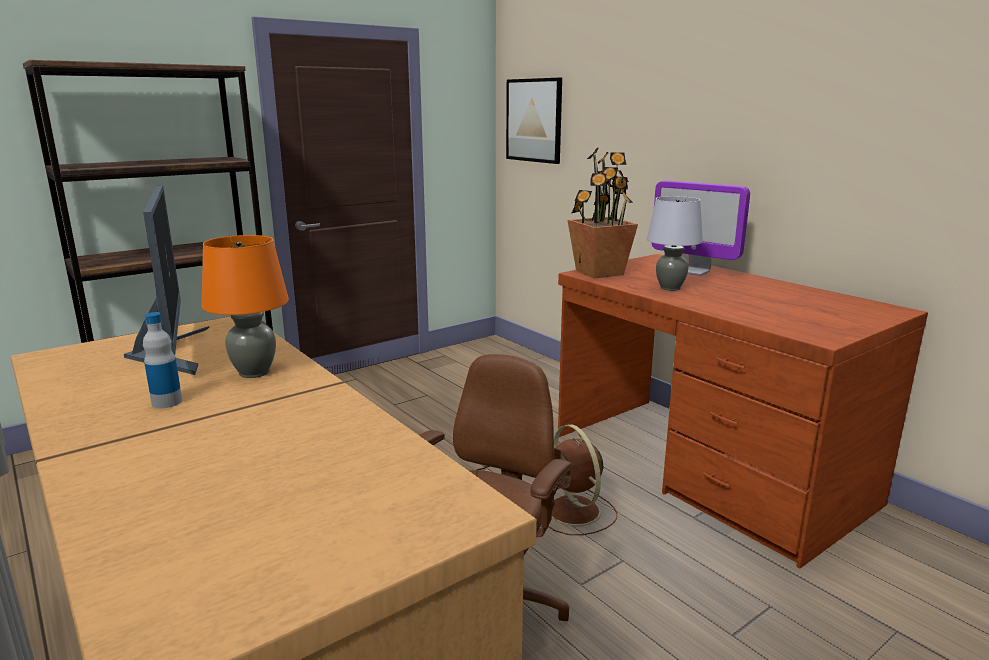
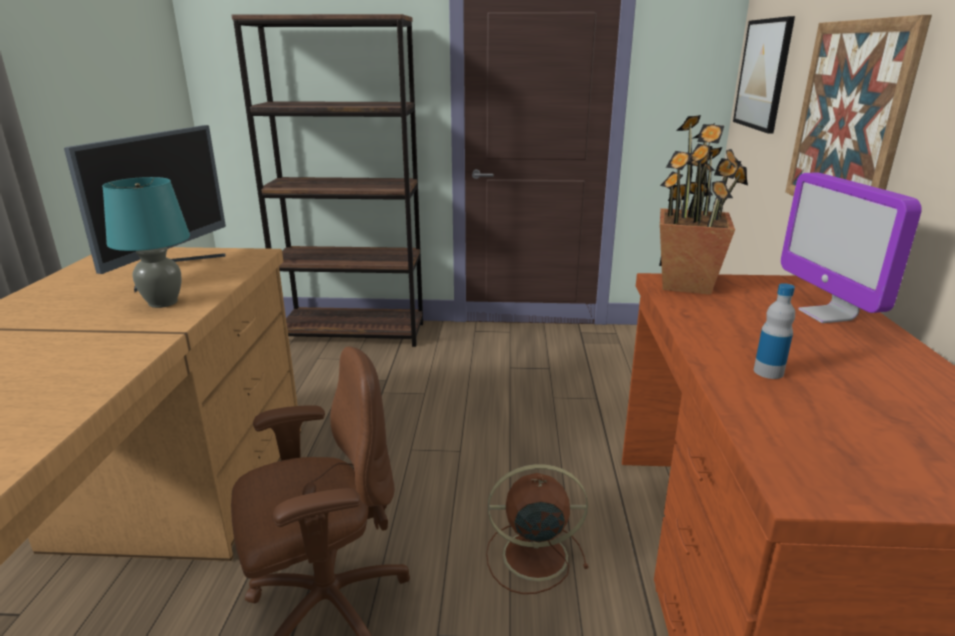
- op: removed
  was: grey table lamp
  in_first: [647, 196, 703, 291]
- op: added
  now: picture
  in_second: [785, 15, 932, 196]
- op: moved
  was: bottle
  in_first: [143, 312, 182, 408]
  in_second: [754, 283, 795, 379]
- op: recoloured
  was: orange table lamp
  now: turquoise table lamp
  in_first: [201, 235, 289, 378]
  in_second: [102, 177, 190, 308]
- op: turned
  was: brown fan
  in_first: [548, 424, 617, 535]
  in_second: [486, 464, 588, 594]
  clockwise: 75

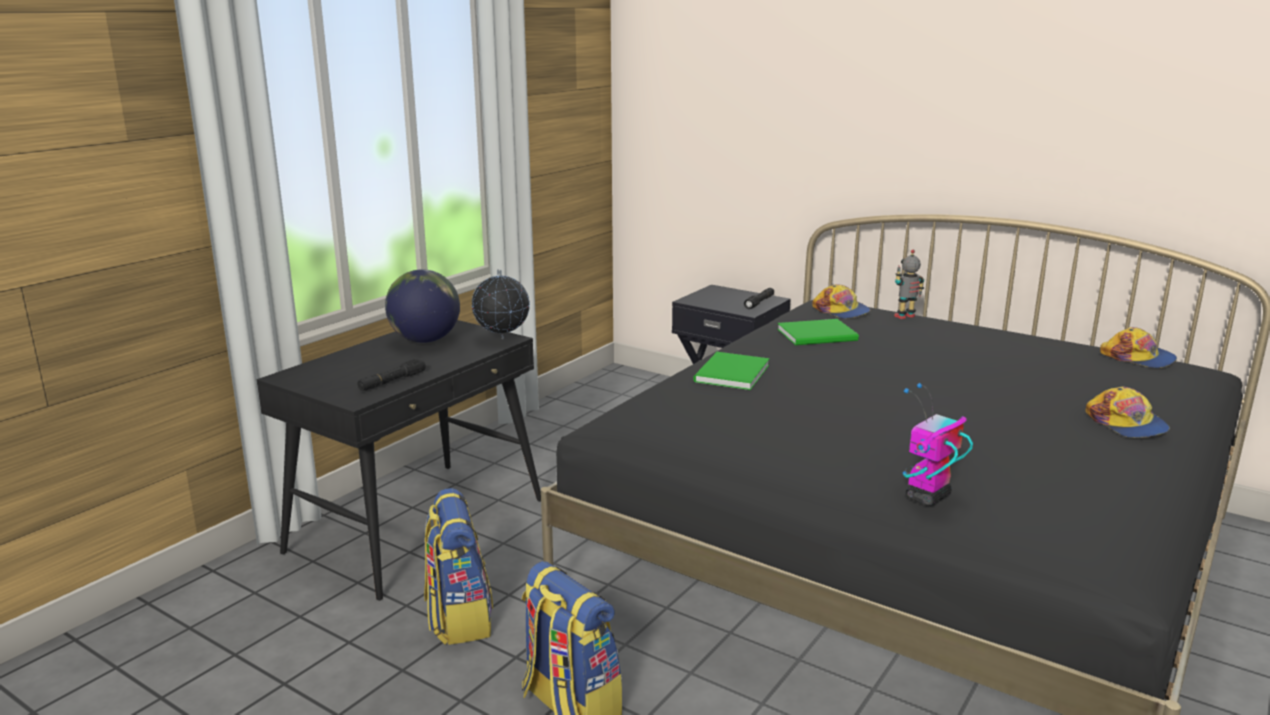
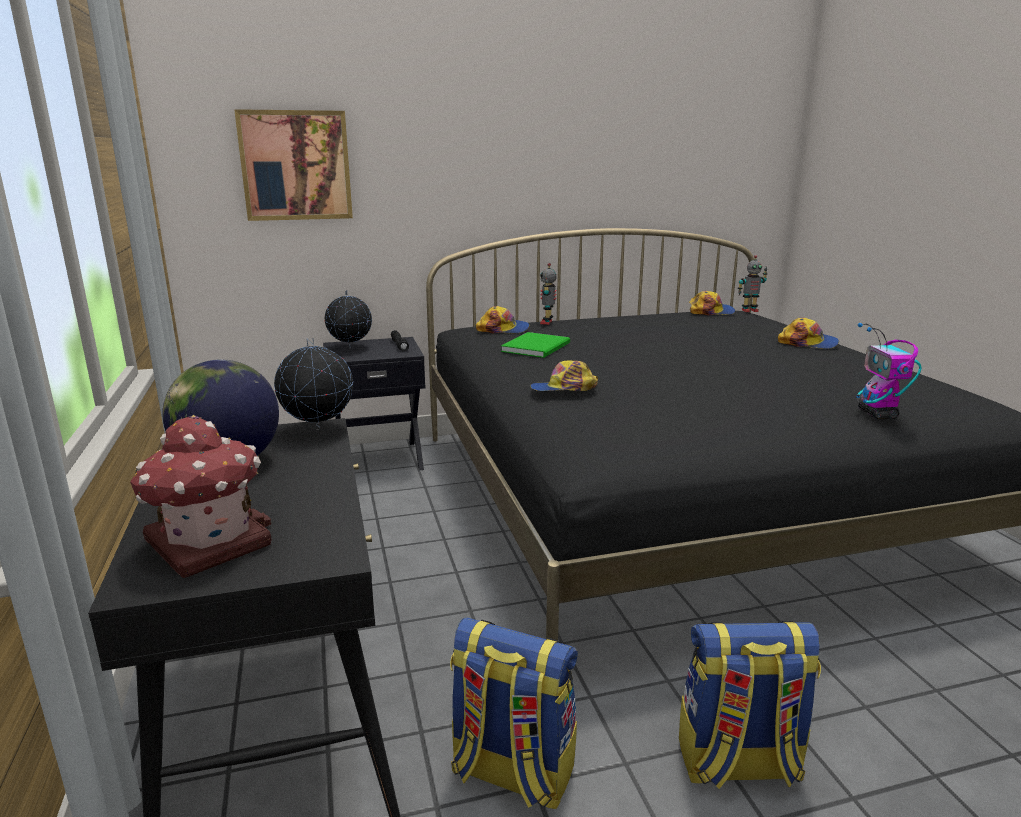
- op: removed
  was: black flashlight
  in_first: [357, 358, 426, 391]
- op: added
  now: toy house
  in_second: [130, 415, 271, 578]
- op: added
  now: picture
  in_second: [234, 109, 353, 221]
- op: added
  now: globe
  in_second: [325, 290, 372, 349]
- op: added
  now: toy robot
  in_second: [738, 255, 767, 312]
- op: replaced
  was: green book
  now: cap
  in_first: [693, 352, 770, 390]
  in_second: [530, 360, 598, 391]

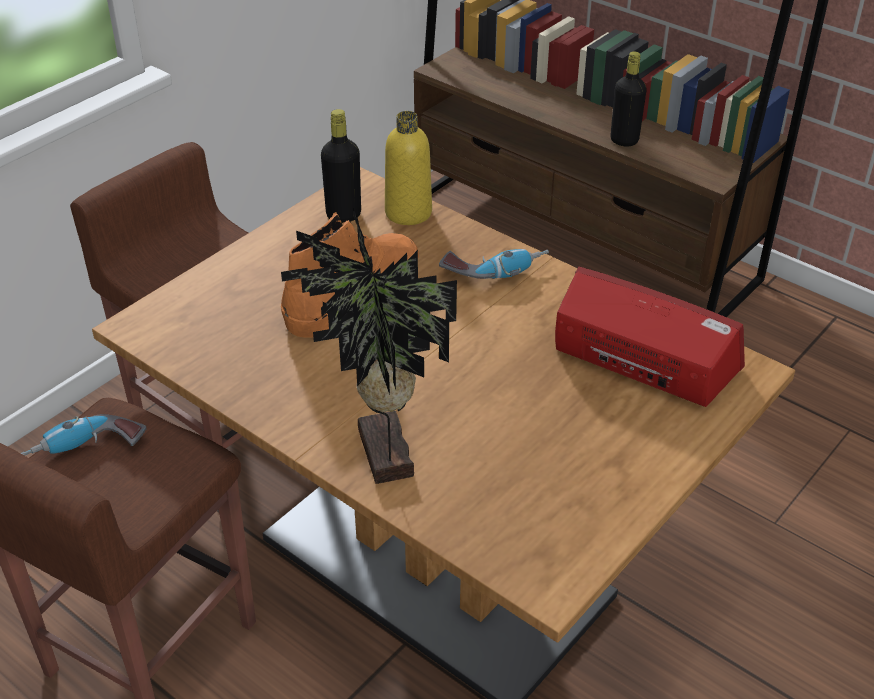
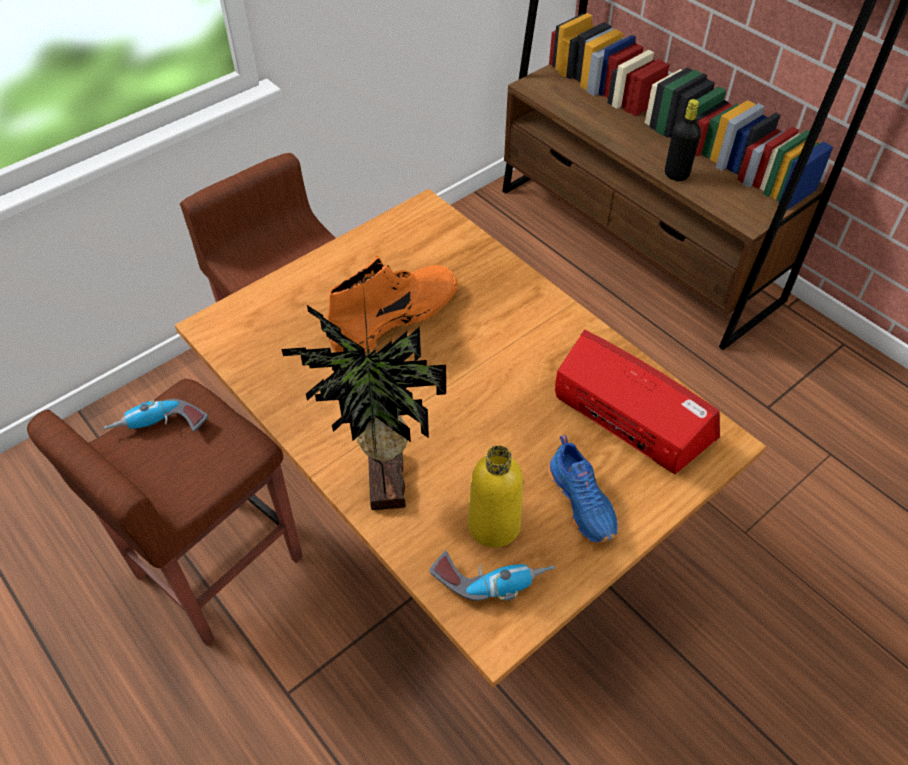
- op: removed
  was: black bottle
  in_first: [321, 109, 361, 223]
- op: added
  now: blue shoe
  in_second: [548, 435, 618, 543]
- op: moved
  was: yellow bottle
  in_first: [385, 111, 432, 225]
  in_second: [468, 445, 523, 548]
- op: moved
  was: power drill
  in_first: [439, 249, 549, 279]
  in_second: [429, 551, 555, 601]

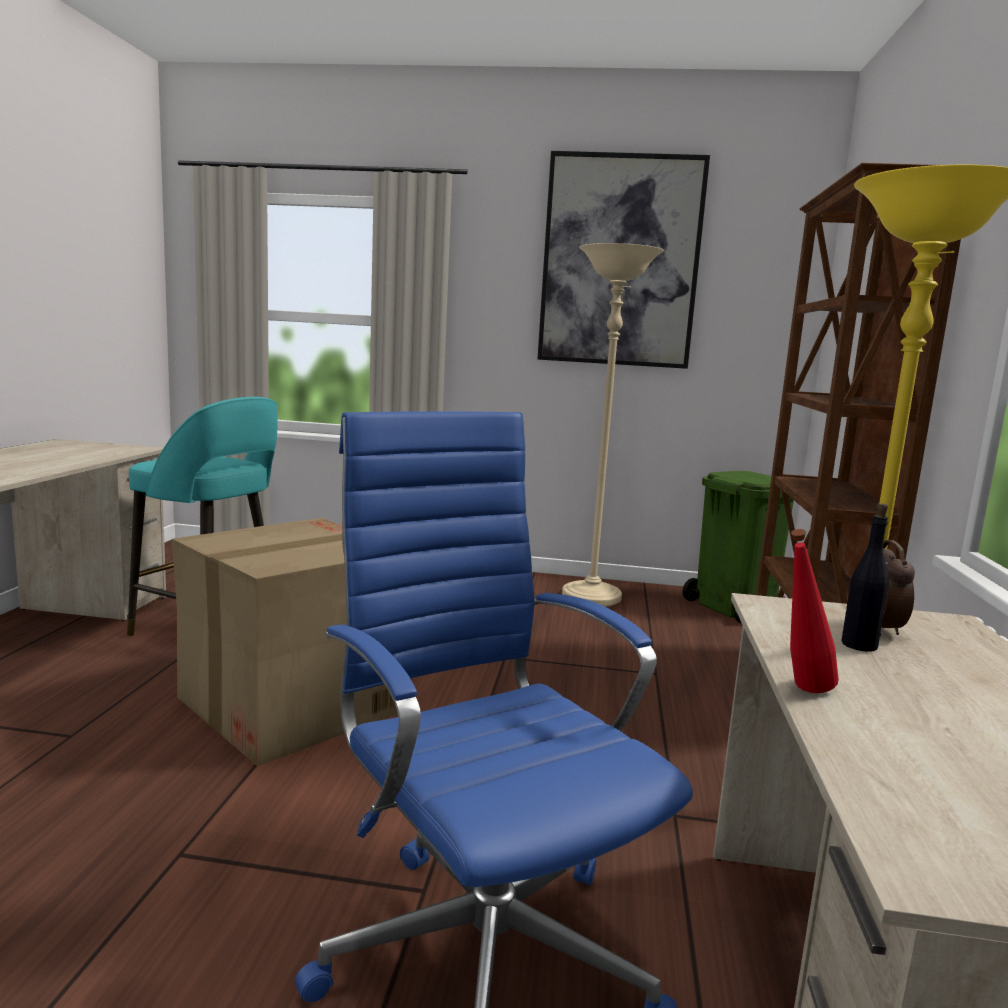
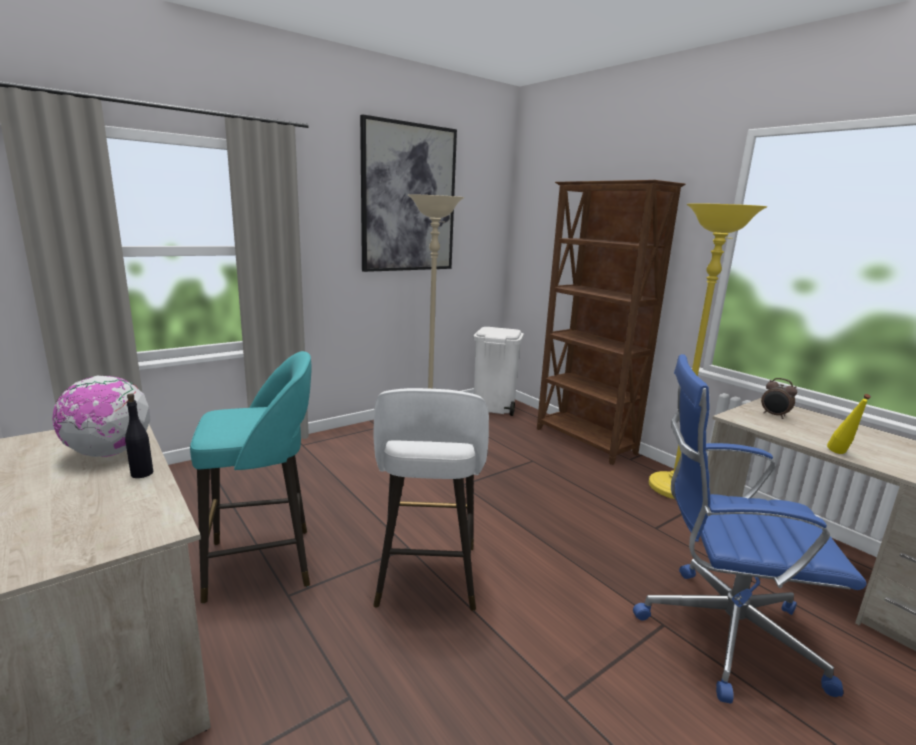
- op: added
  now: globe
  in_second: [53, 376, 150, 457]
- op: moved
  was: black bottle
  in_first: [841, 503, 889, 652]
  in_second: [125, 394, 153, 478]
- op: replaced
  was: cardboard box
  now: white stool
  in_first: [172, 518, 398, 766]
  in_second: [373, 388, 489, 611]
- op: recoloured
  was: green trash can
  now: white trash can
  in_first: [682, 471, 794, 624]
  in_second: [473, 327, 524, 416]
- op: recoloured
  was: red bottle
  now: yellow bottle
  in_first: [790, 529, 839, 693]
  in_second: [827, 394, 871, 454]

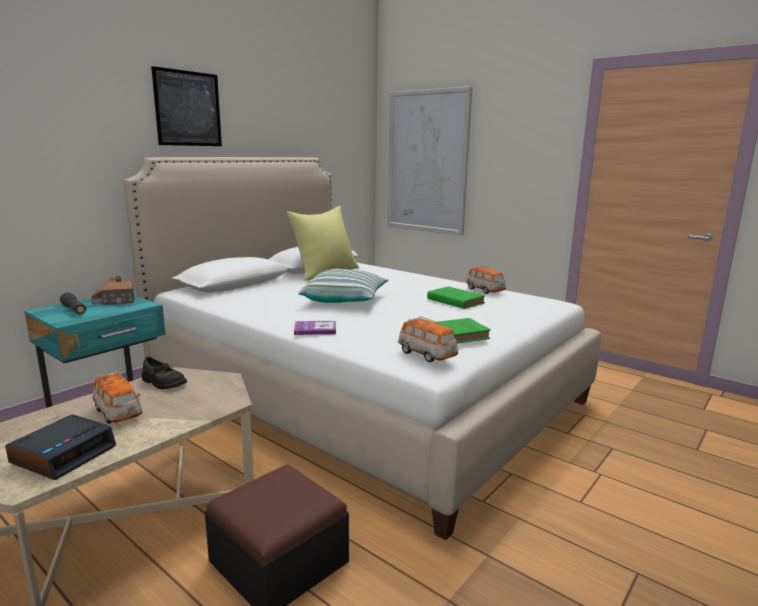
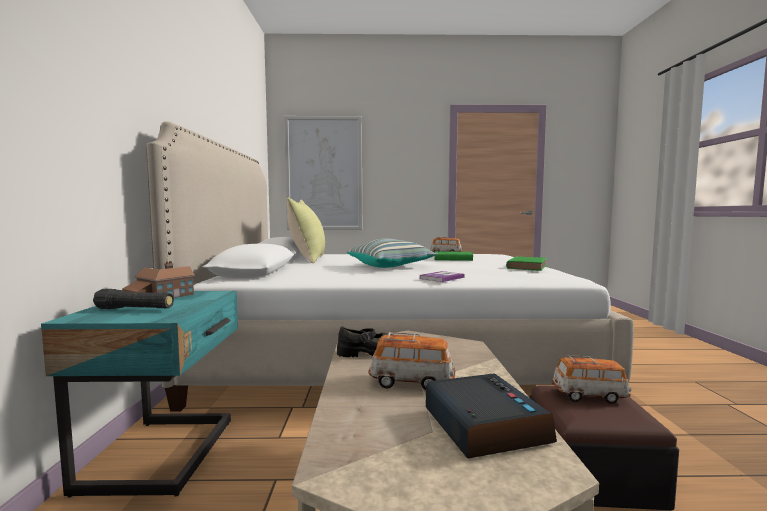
- op: removed
  was: picture
  in_first: [151, 66, 222, 146]
- op: moved
  was: toy car
  in_first: [398, 316, 458, 362]
  in_second: [552, 355, 632, 404]

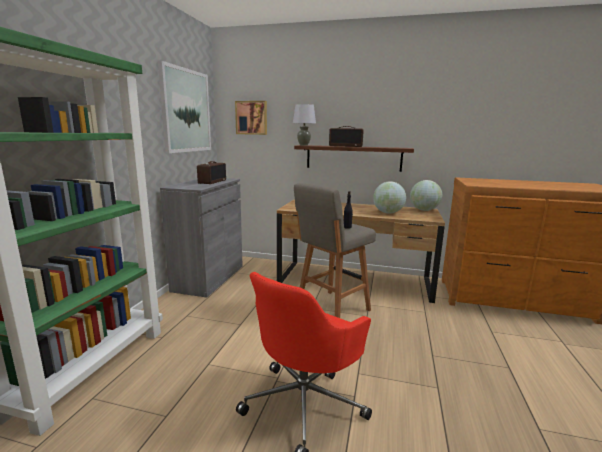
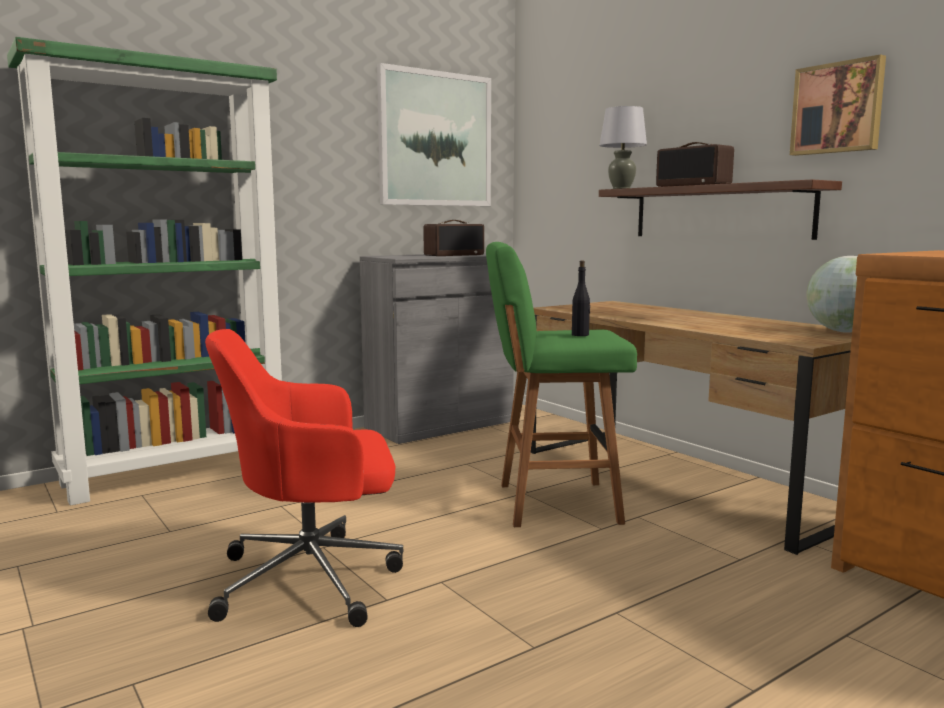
- op: removed
  was: globe
  in_first: [373, 181, 406, 214]
- op: moved
  was: picture
  in_first: [235, 101, 267, 135]
  in_second: [790, 54, 886, 156]
- op: recoloured
  was: grey stool
  now: green stool
  in_first: [294, 183, 376, 318]
  in_second: [486, 242, 637, 527]

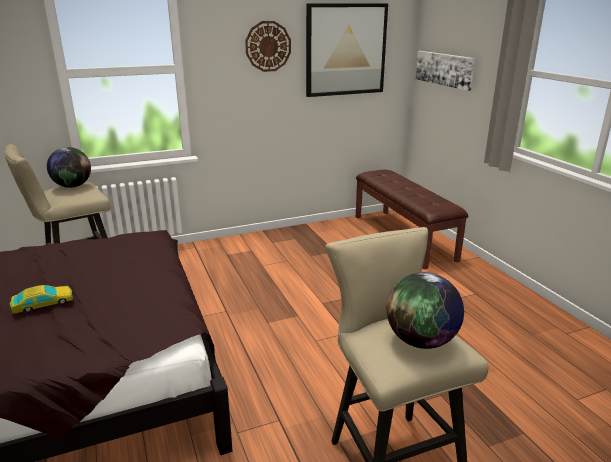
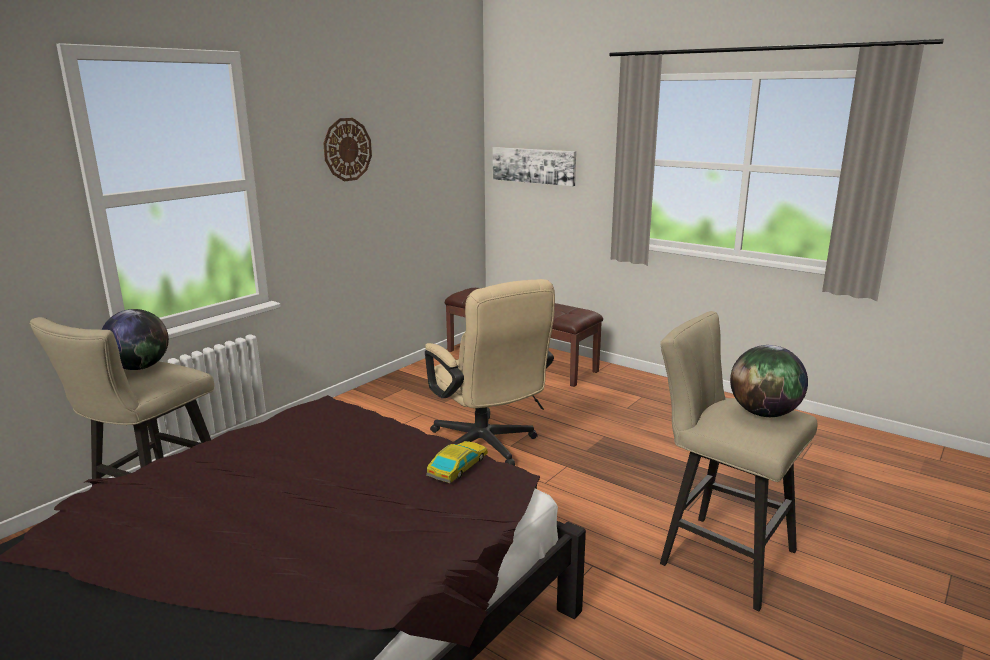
- op: removed
  was: picture
  in_first: [306, 3, 388, 97]
- op: added
  now: beige office chair
  in_second: [425, 279, 555, 466]
- op: moved
  was: toy car
  in_first: [10, 285, 73, 314]
  in_second: [426, 441, 488, 483]

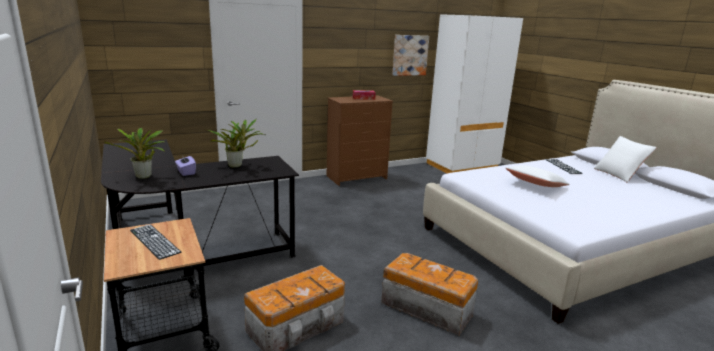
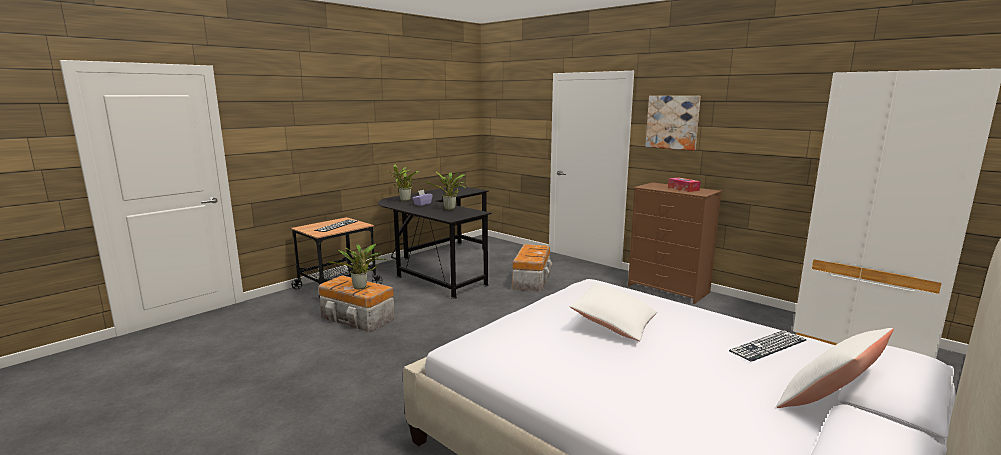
- op: added
  now: potted plant
  in_second: [328, 244, 389, 289]
- op: moved
  was: storage box
  in_first: [381, 253, 478, 335]
  in_second: [513, 244, 553, 291]
- op: moved
  was: picture
  in_first: [392, 35, 429, 76]
  in_second: [645, 96, 701, 151]

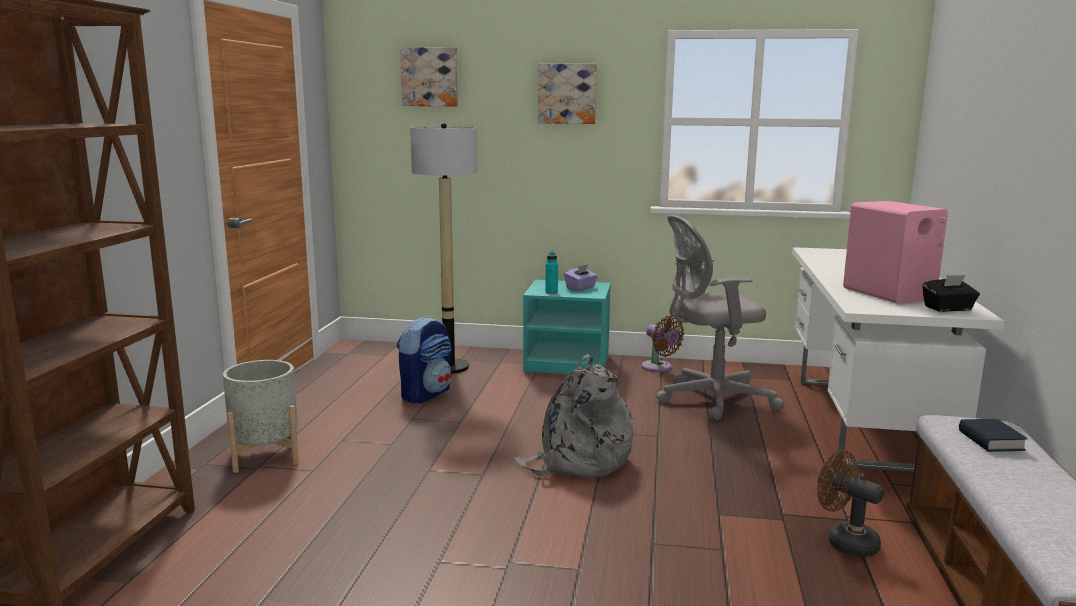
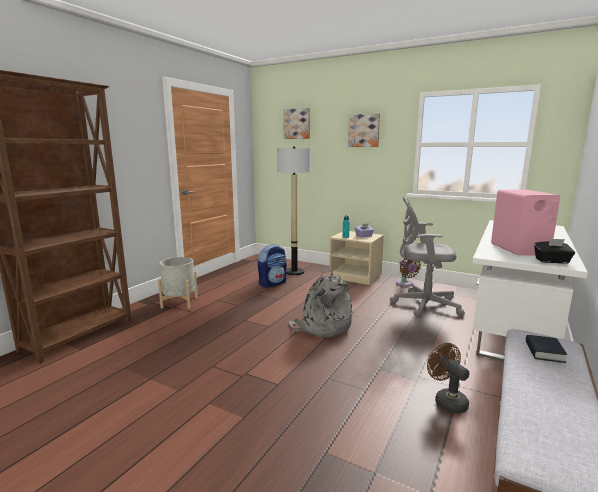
- op: recoloured
  was: turquoise nightstand
  now: beige nightstand
  in_first: [523, 280, 611, 374]
  in_second: [329, 231, 384, 285]

